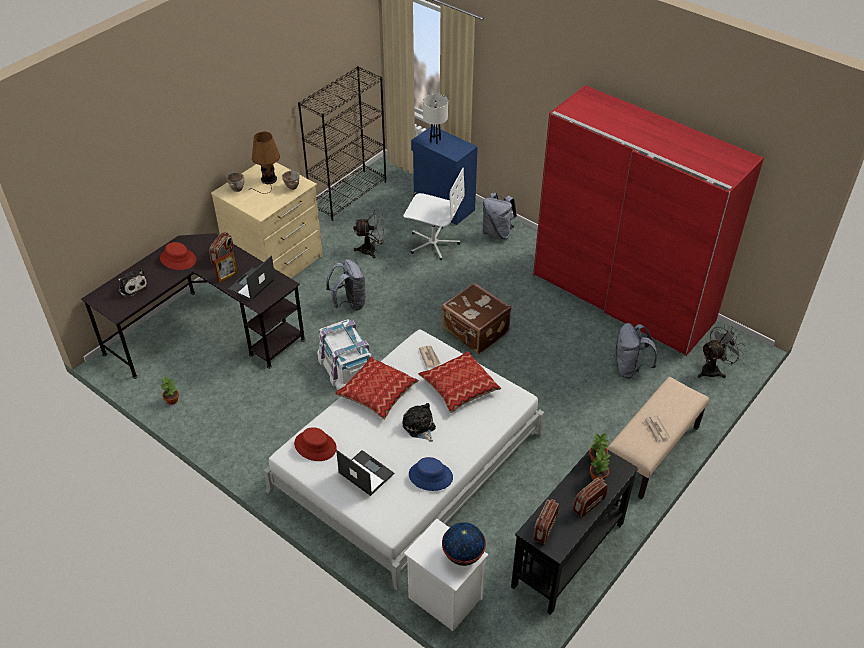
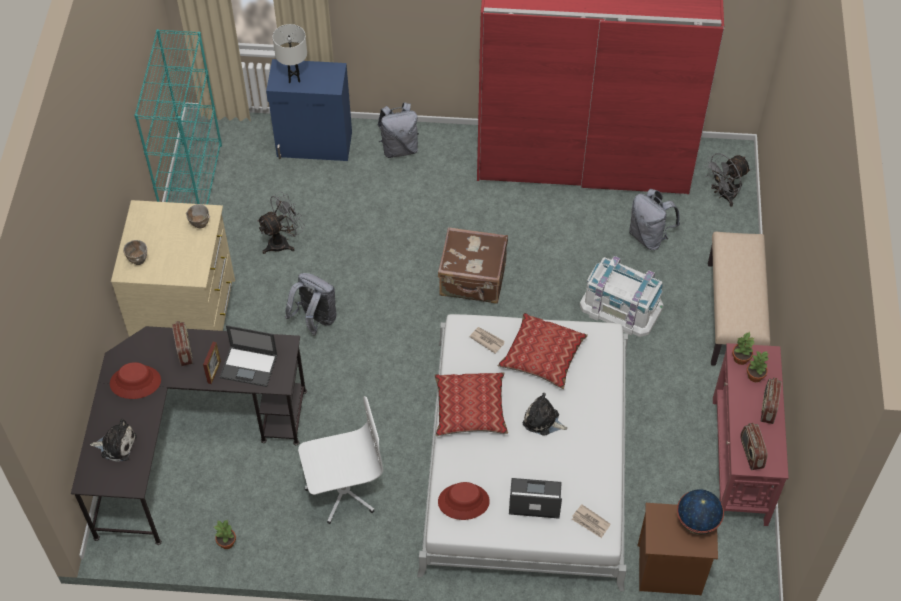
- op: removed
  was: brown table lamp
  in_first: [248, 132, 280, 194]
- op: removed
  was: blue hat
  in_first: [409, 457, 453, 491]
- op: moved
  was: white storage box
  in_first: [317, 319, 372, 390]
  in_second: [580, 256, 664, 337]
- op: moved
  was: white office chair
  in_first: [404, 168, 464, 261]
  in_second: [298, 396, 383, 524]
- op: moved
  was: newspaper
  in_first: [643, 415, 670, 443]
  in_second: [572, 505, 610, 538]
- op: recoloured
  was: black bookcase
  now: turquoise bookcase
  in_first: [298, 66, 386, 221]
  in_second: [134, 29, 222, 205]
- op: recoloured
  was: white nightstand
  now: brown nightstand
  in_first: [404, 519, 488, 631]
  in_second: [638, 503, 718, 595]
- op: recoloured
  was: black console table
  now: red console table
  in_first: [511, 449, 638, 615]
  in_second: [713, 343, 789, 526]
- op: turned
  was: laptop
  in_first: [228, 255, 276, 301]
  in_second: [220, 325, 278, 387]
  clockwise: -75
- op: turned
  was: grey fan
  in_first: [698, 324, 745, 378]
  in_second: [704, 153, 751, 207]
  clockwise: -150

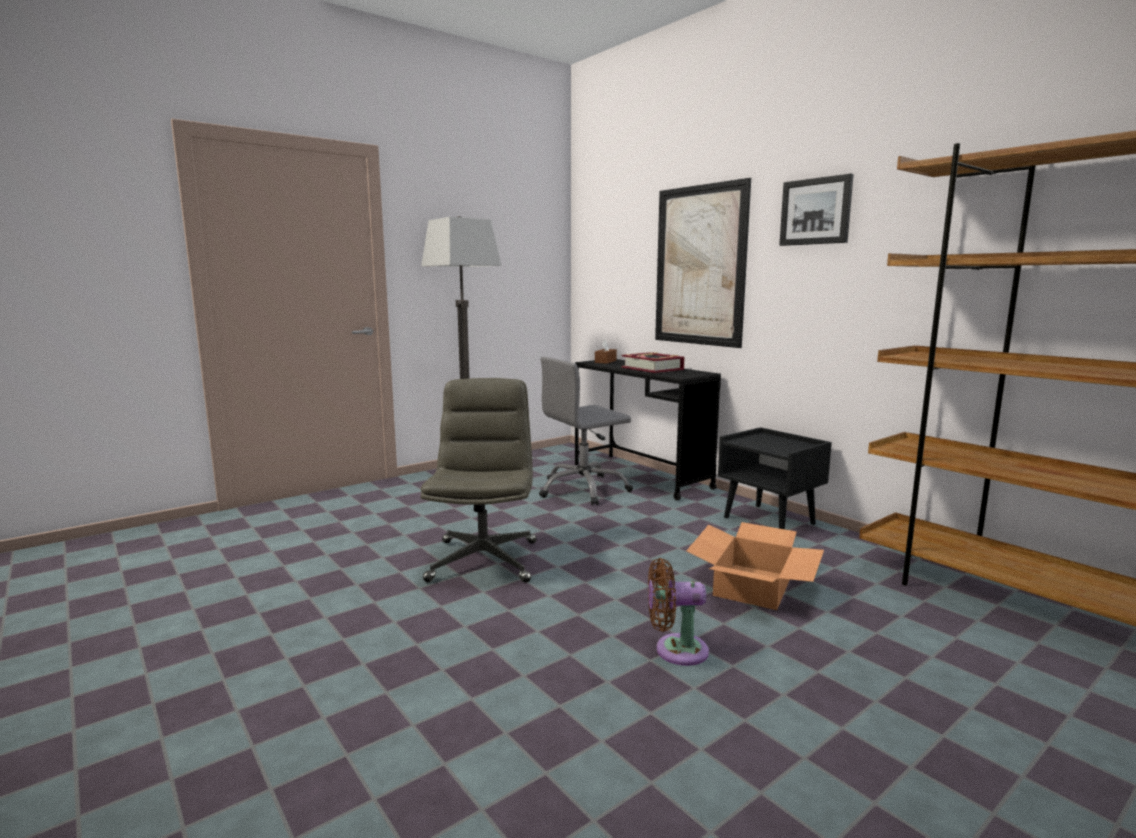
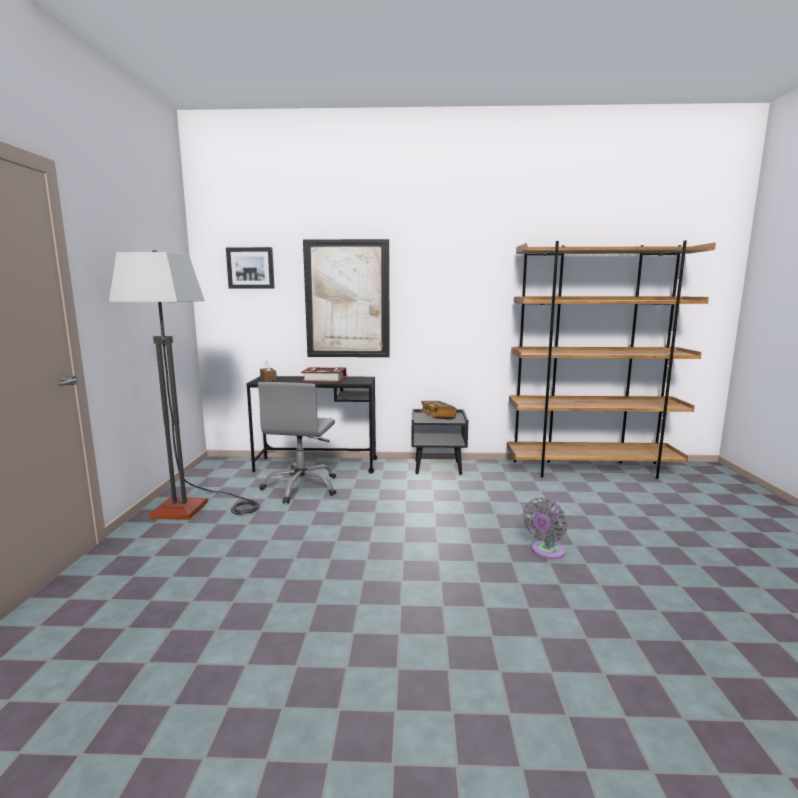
- op: removed
  was: grey office chair
  in_first: [421, 378, 536, 583]
- op: removed
  was: cardboard box
  in_first: [686, 522, 824, 610]
- op: added
  now: book
  in_second: [420, 401, 457, 420]
- op: moved
  was: picture
  in_first: [779, 174, 854, 246]
  in_second: [226, 247, 275, 289]
- op: recoloured
  was: brown fan
  now: grey fan
  in_first: [648, 558, 709, 666]
  in_second: [523, 498, 567, 559]

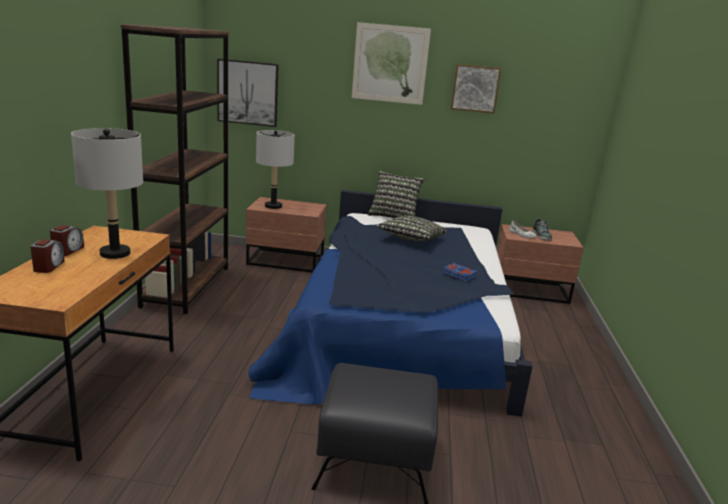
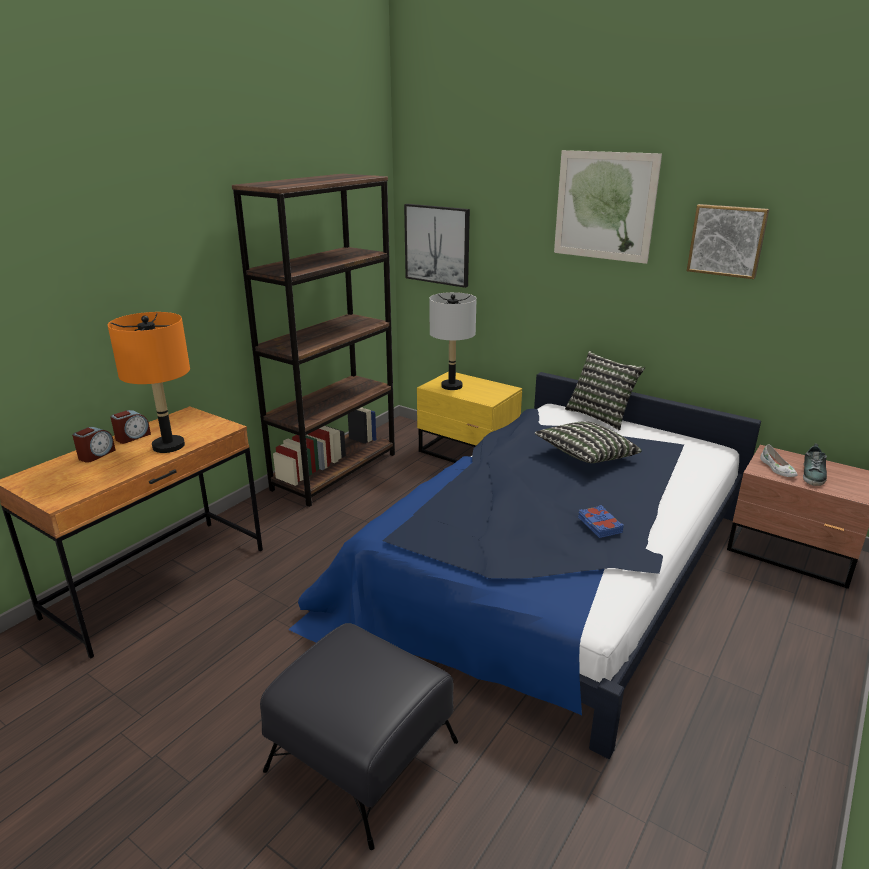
- op: recoloured
  was: grey table lamp
  now: orange table lamp
  in_first: [71, 128, 143, 259]
  in_second: [108, 312, 190, 453]
- op: recoloured
  was: brown nightstand
  now: yellow nightstand
  in_first: [246, 197, 327, 273]
  in_second: [417, 371, 522, 463]

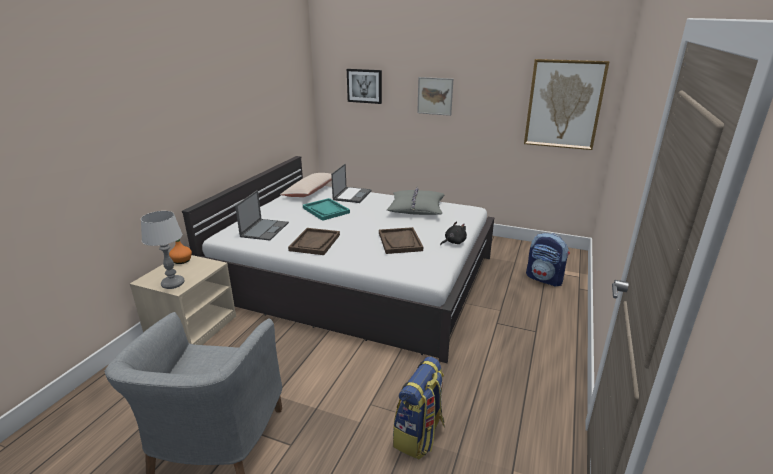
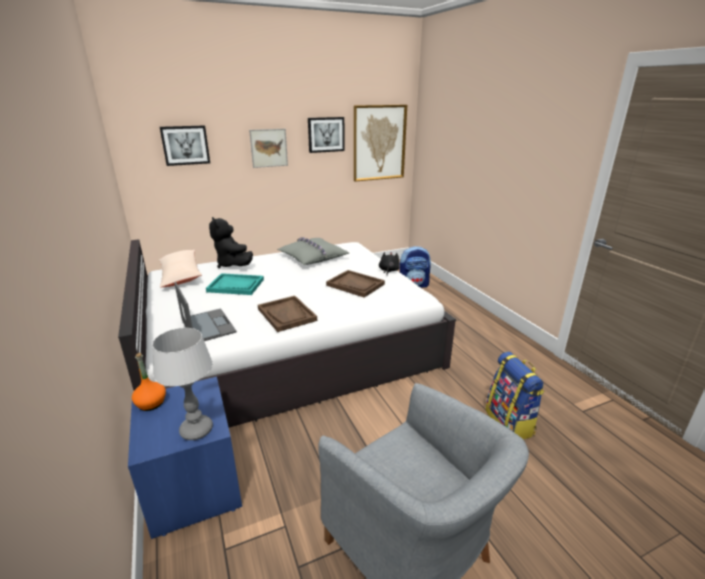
- op: added
  now: picture
  in_second: [308, 117, 345, 153]
- op: replaced
  was: laptop
  now: black plush toy
  in_first: [331, 164, 372, 203]
  in_second: [209, 217, 253, 268]
- op: recoloured
  was: beige nightstand
  now: blue nightstand
  in_first: [130, 255, 236, 345]
  in_second: [128, 377, 242, 539]

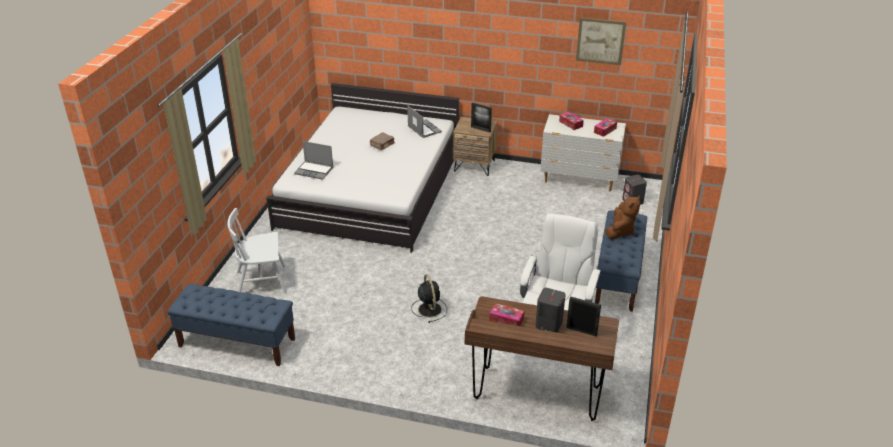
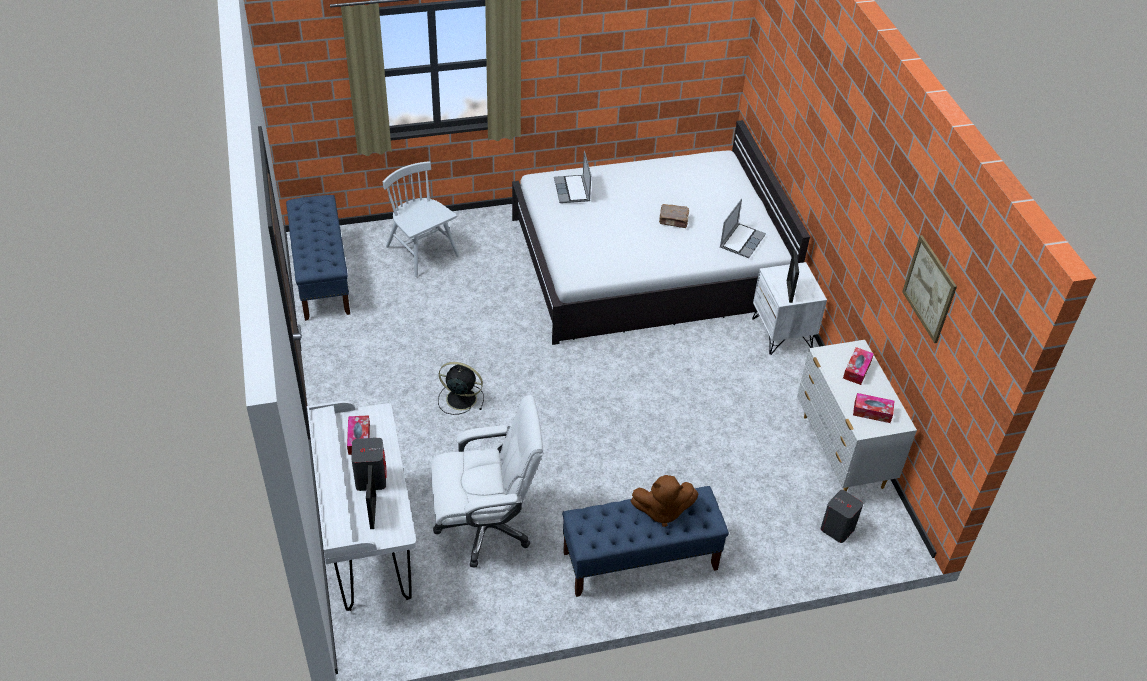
- op: recoloured
  was: brown nightstand
  now: white nightstand
  in_first: [453, 117, 497, 176]
  in_second: [752, 262, 827, 355]
- op: recoloured
  was: brown desk
  now: white desk
  in_first: [465, 296, 619, 421]
  in_second: [307, 401, 417, 611]
- op: turned
  was: black fan
  in_first: [411, 274, 447, 323]
  in_second: [438, 362, 484, 415]
  clockwise: -120

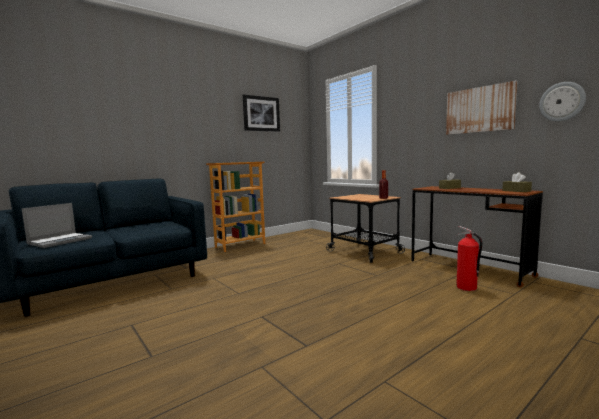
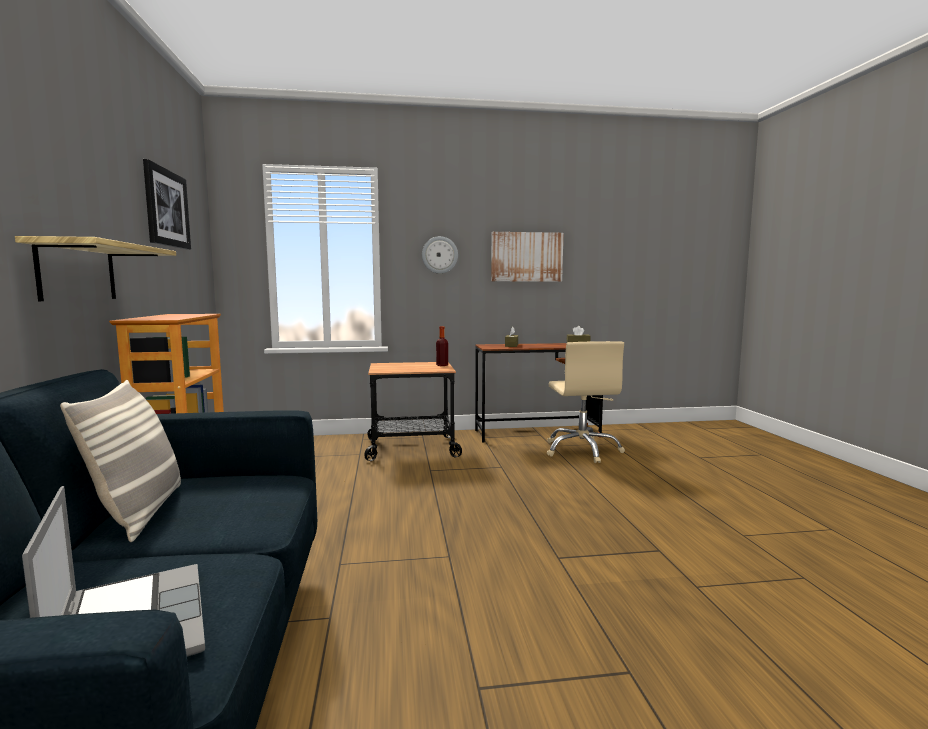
- op: added
  now: shelf
  in_second: [15, 236, 176, 301]
- op: added
  now: pillow
  in_second: [60, 380, 181, 542]
- op: moved
  was: wall clock
  in_first: [539, 82, 586, 121]
  in_second: [422, 236, 458, 274]
- op: replaced
  was: fire extinguisher
  now: beige office chair
  in_first: [456, 226, 482, 291]
  in_second: [547, 341, 625, 463]

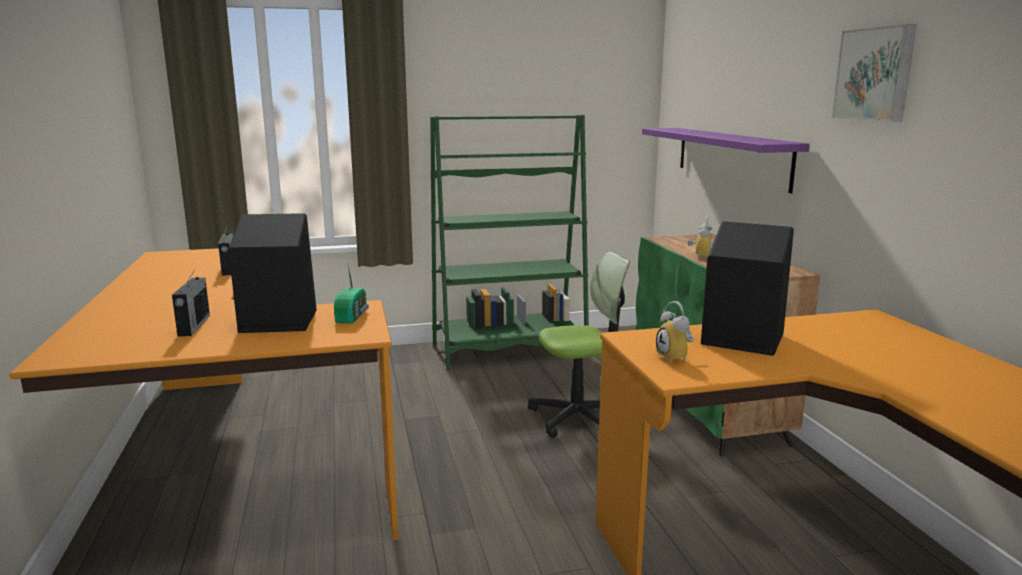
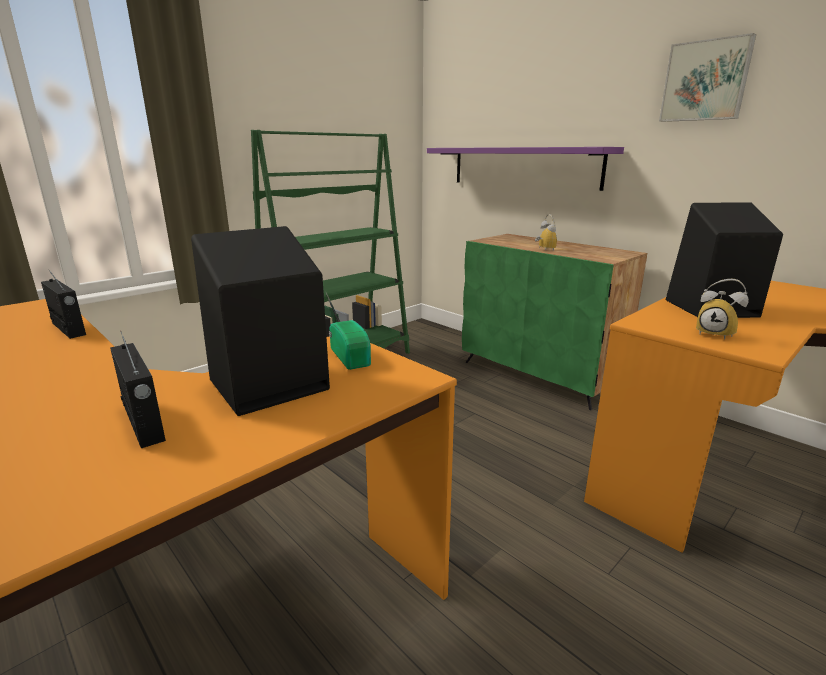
- op: removed
  was: office chair
  in_first: [528, 252, 629, 438]

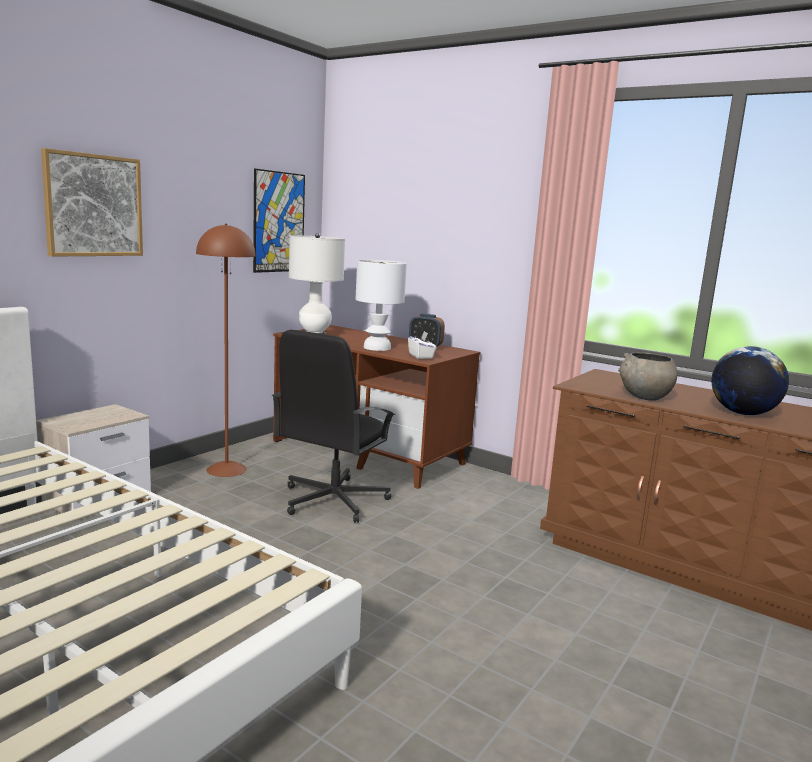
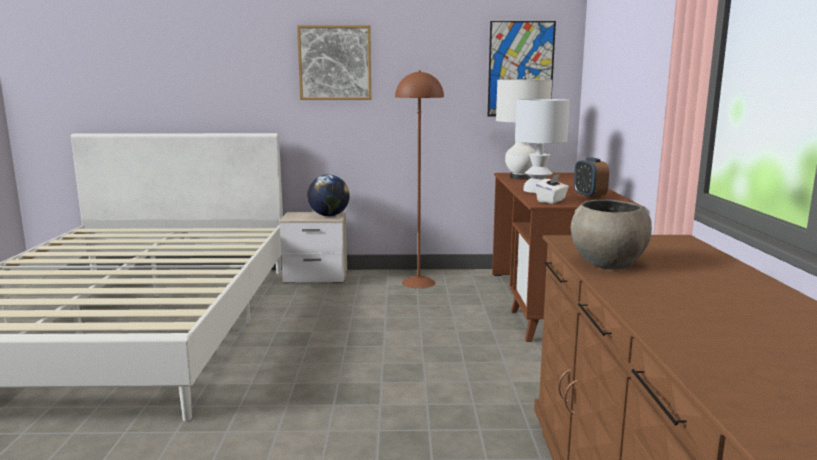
- op: removed
  was: black office chair
  in_first: [272, 330, 395, 523]
- op: moved
  was: globe
  in_first: [711, 346, 789, 415]
  in_second: [307, 175, 350, 216]

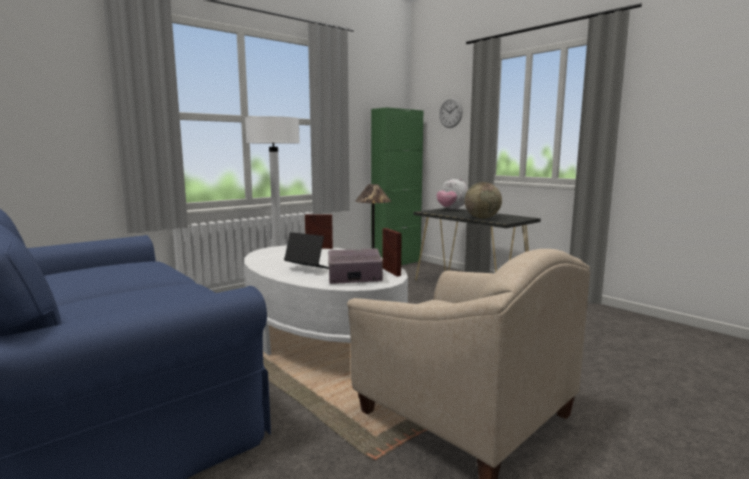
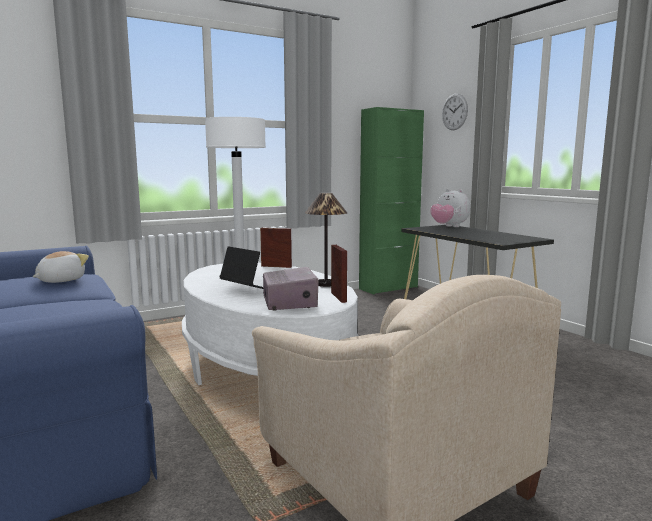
- op: removed
  was: globe
  in_first: [465, 182, 502, 219]
- op: added
  now: plush toy
  in_second: [33, 251, 89, 283]
- op: turned
  was: radio
  in_first: [328, 248, 383, 284]
  in_second: [263, 267, 319, 311]
  clockwise: 75

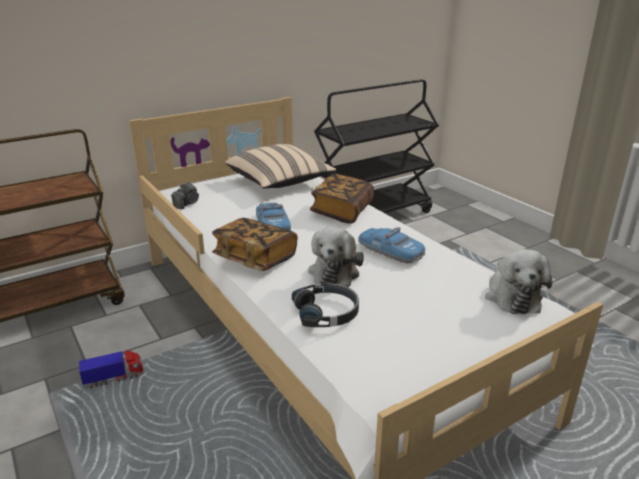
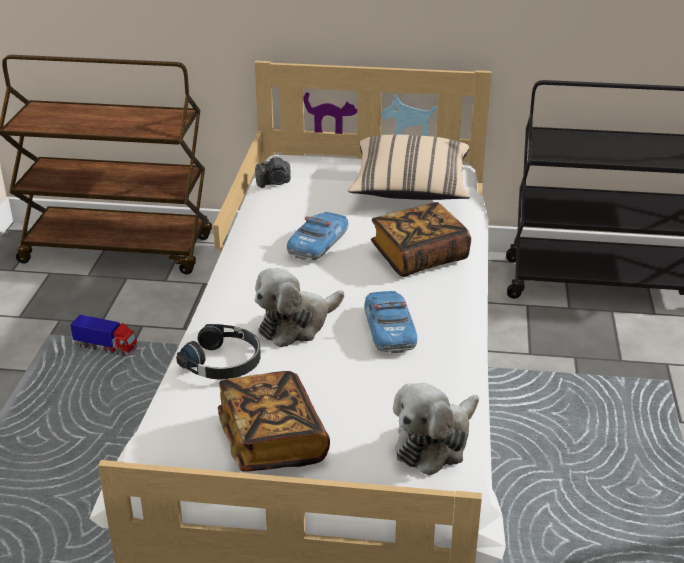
- op: moved
  was: book
  in_first: [212, 218, 298, 271]
  in_second: [218, 371, 330, 472]

